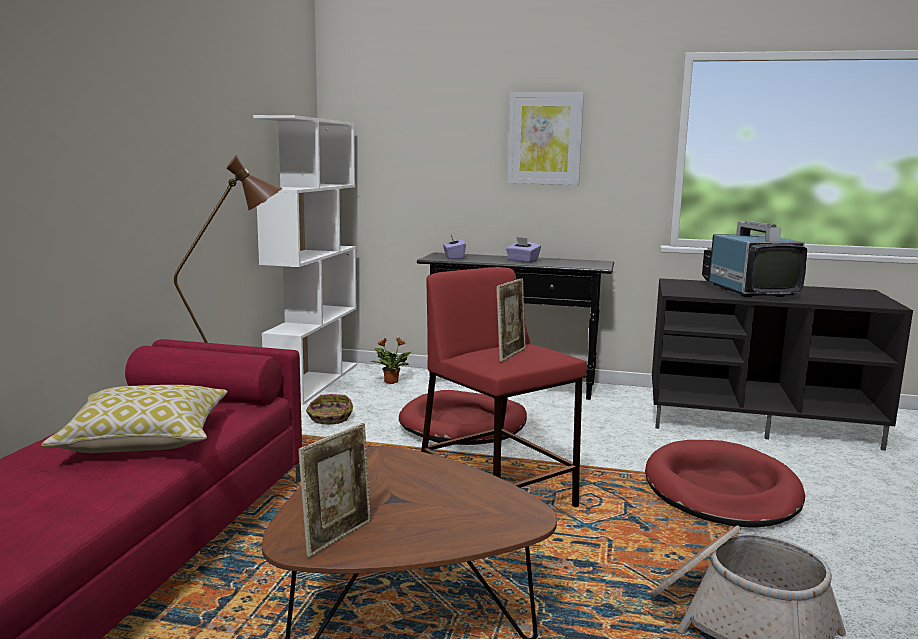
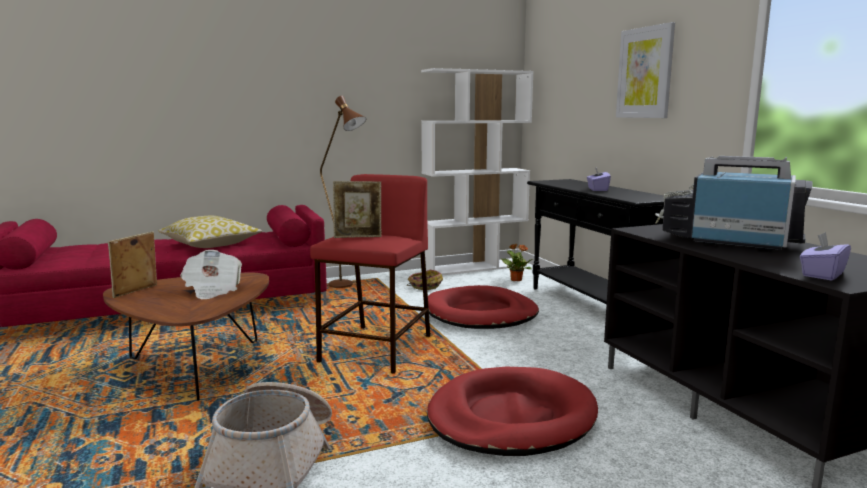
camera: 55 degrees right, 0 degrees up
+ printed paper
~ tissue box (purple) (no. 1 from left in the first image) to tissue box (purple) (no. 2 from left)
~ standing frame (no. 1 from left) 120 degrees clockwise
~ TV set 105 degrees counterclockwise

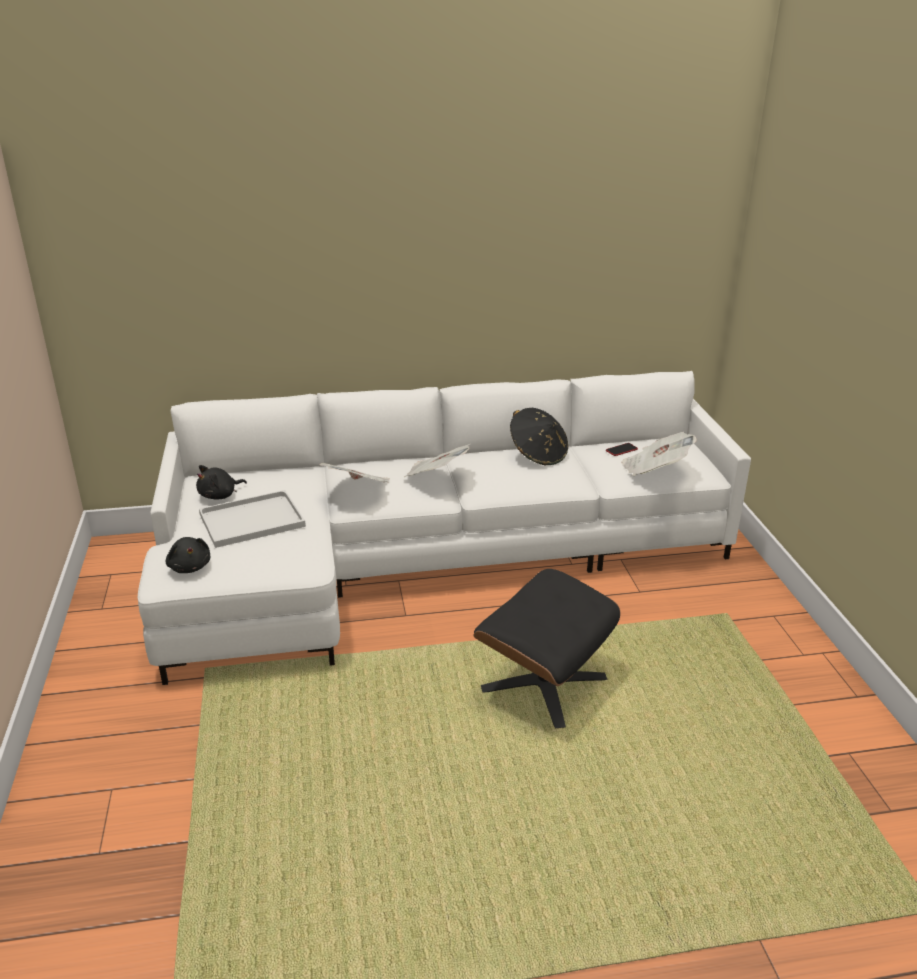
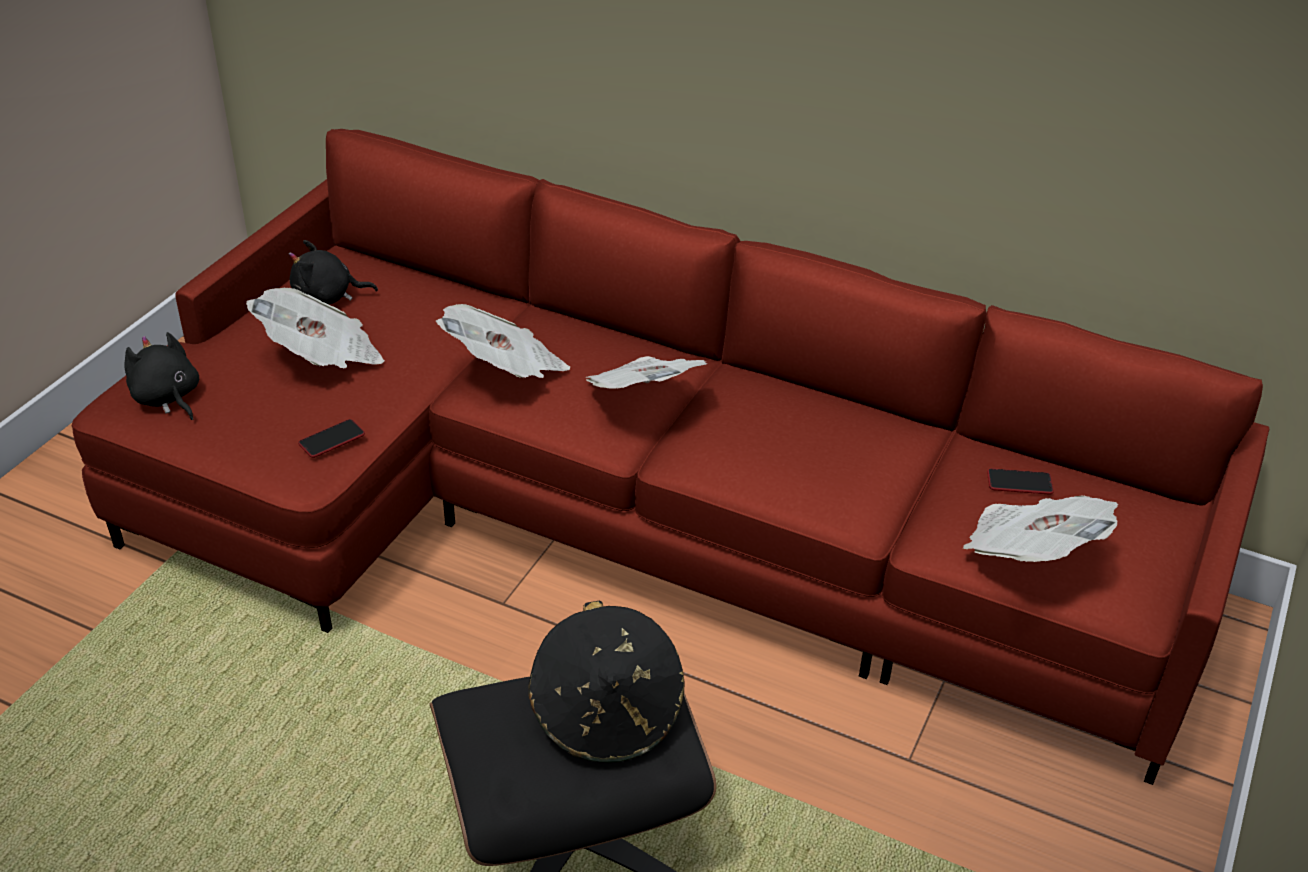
camera: 35 degrees right, 10 degrees up
+ phone (no. 1 from left)
~ clothing hat (black-coloured)
~ tray (whitish) to printed paper (no. 1 from left)
~ sofa (whitish) to sofa (red)
~ plush toy (black-coloured) (no. 1 from left) 135 degrees clockwise

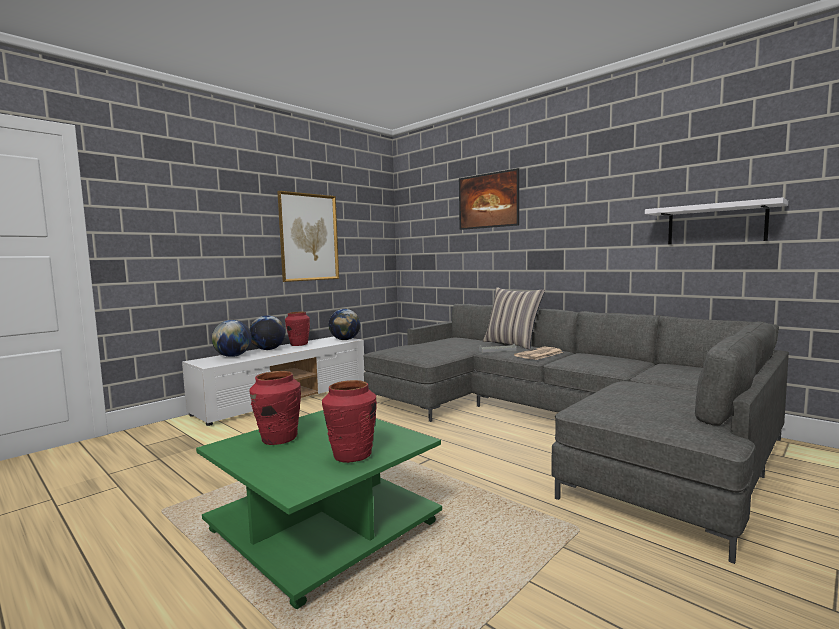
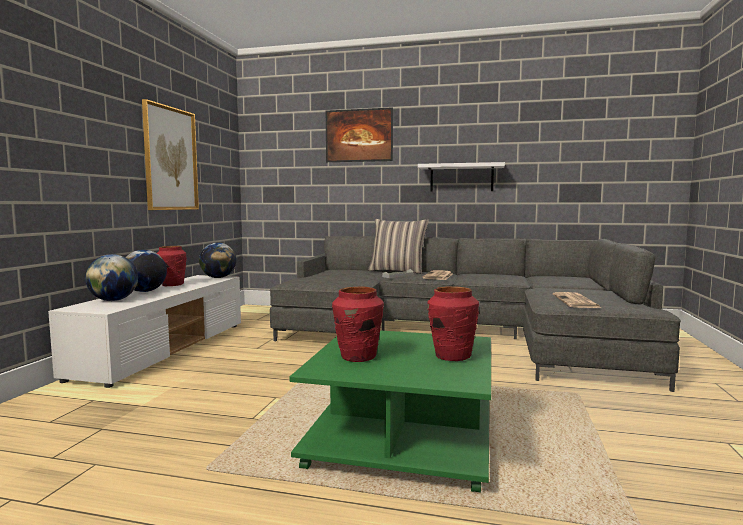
camera: 30 degrees left, 0 degrees up
+ printed paper (no. 2 from left)
~ bracket shelf (whitish)

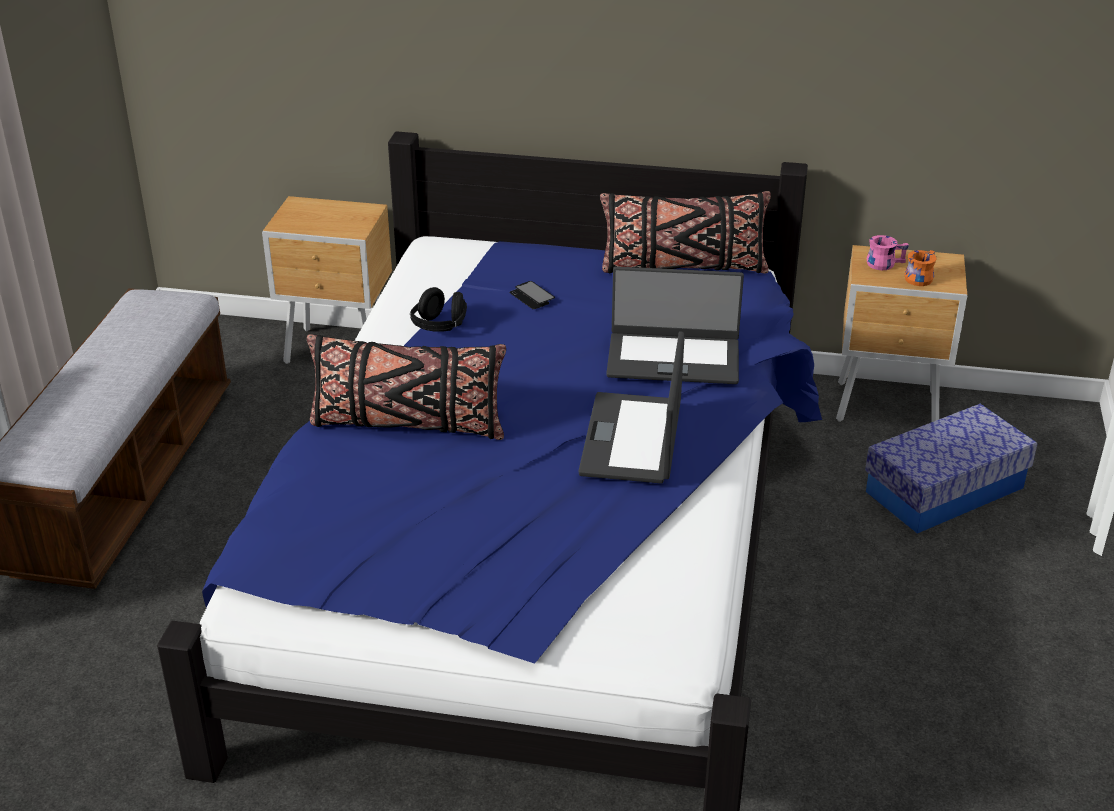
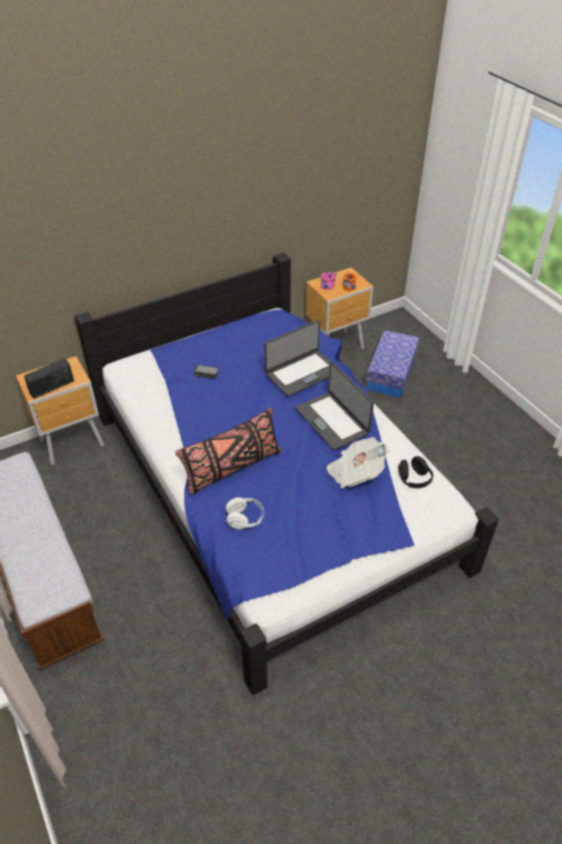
camera: 40 degrees left, 10 degrees up
- throw pillow (black-coloured) (no. 2 from left)
+ radio
+ pair of headphones (whitish)
+ printed paper
~ pair of headphones (black-coloured)

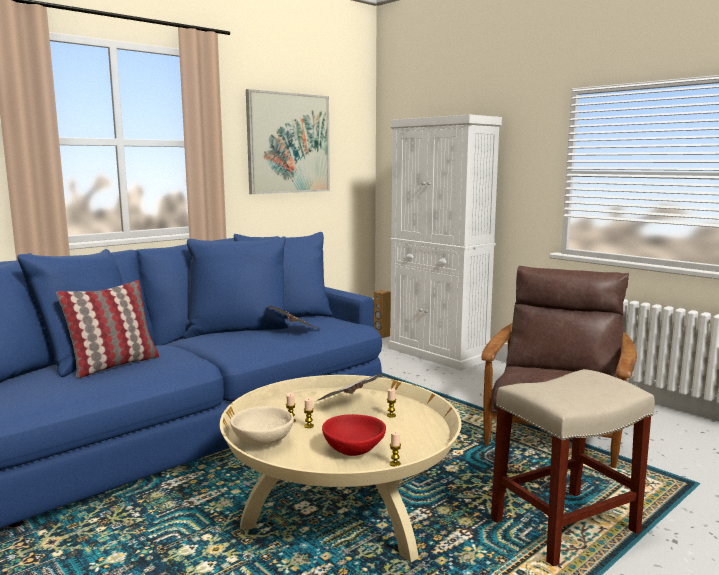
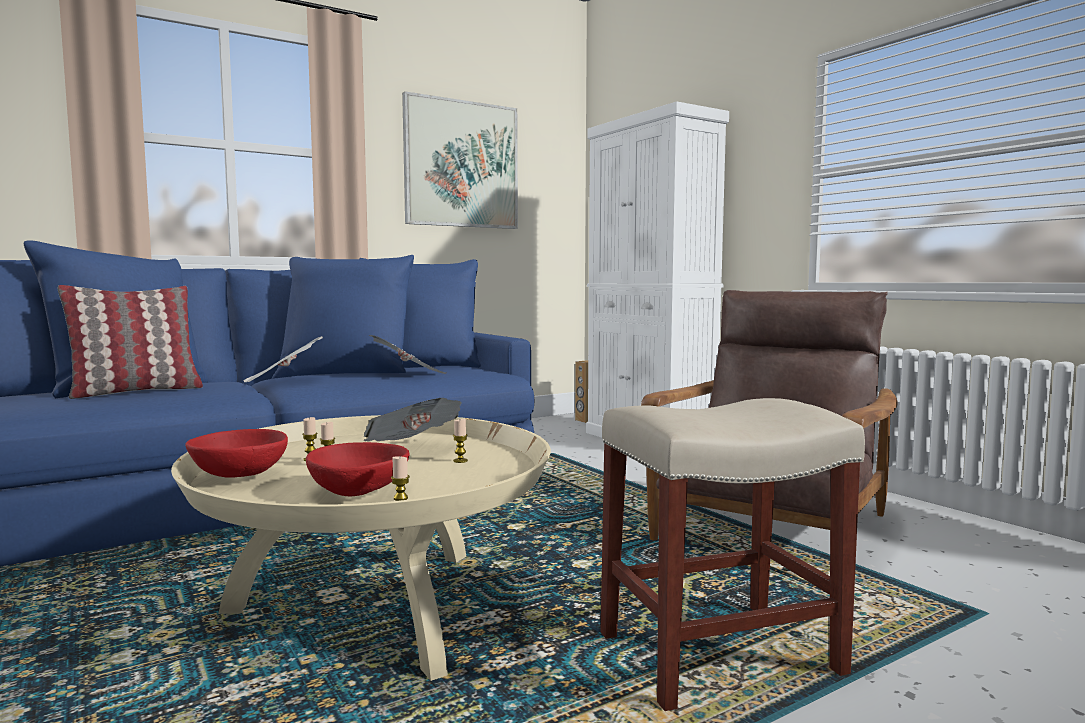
camera: 10 degrees right, 5 degrees down
+ printed paper (no. 1 from left)
~ deep dish (sand-coloured) to deep dish (red) (no. 1 from left)

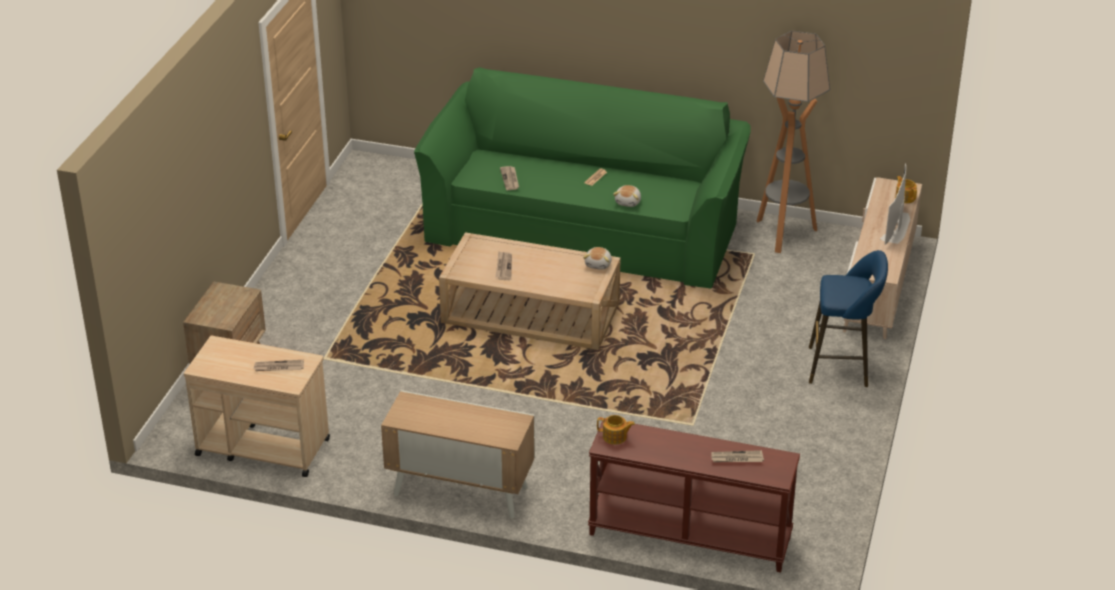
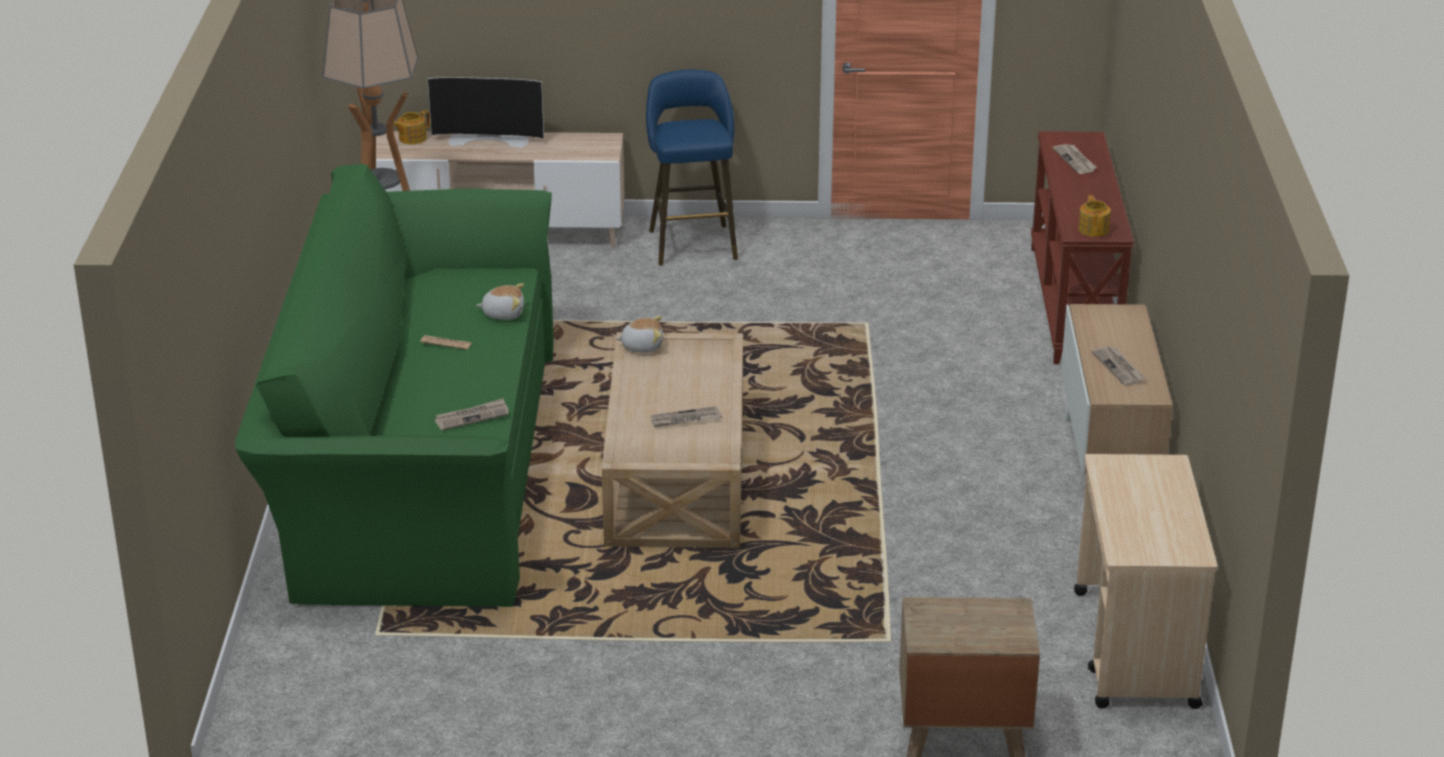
camera: 105 degrees left, 5 degrees down
~ printed paper (no. 1 from left in the first image) to printed paper (no. 5 from left)

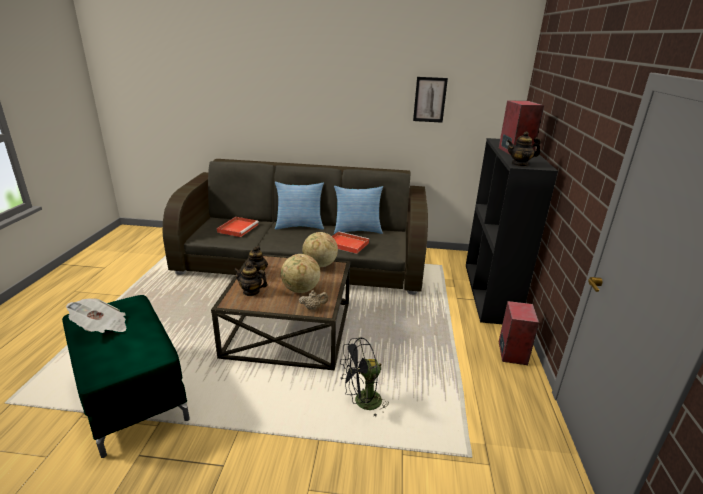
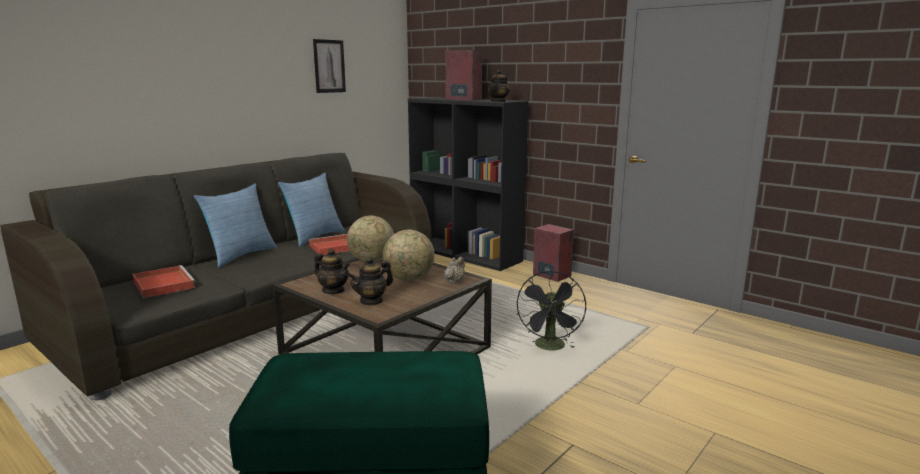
camera: 55 degrees left, 10 degrees down
- printed paper

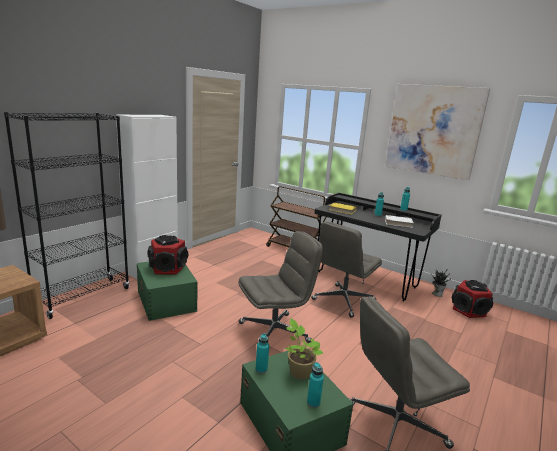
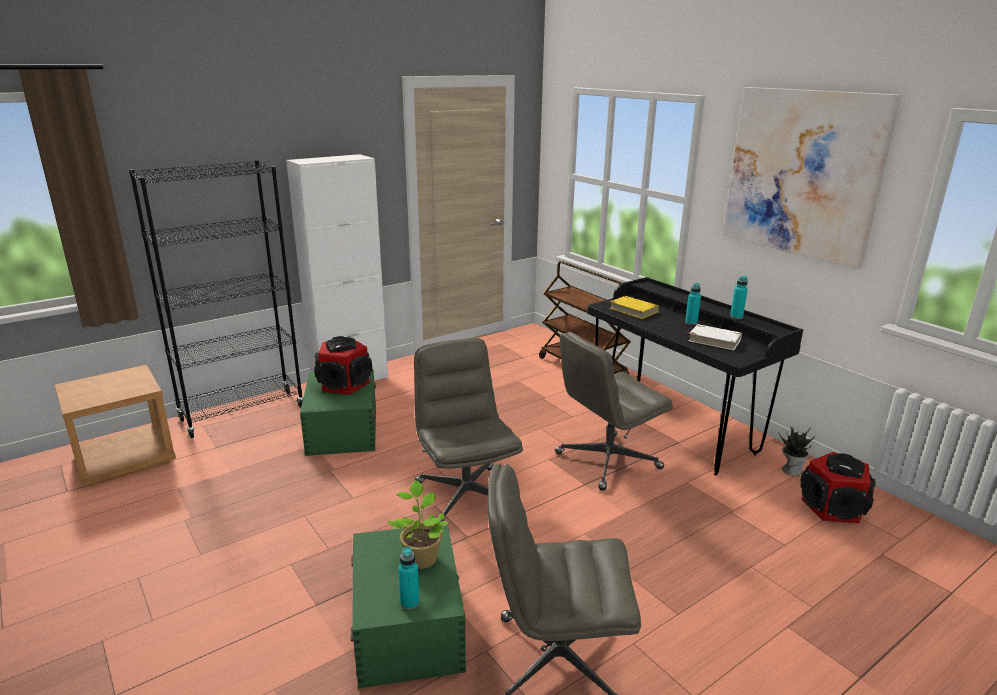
camera: 20 degrees right, 5 degrees up
- bottle (blue-green) (no. 1 from left)
~ computer chair (grey) (no. 1 from left) 105 degrees counterclockwise

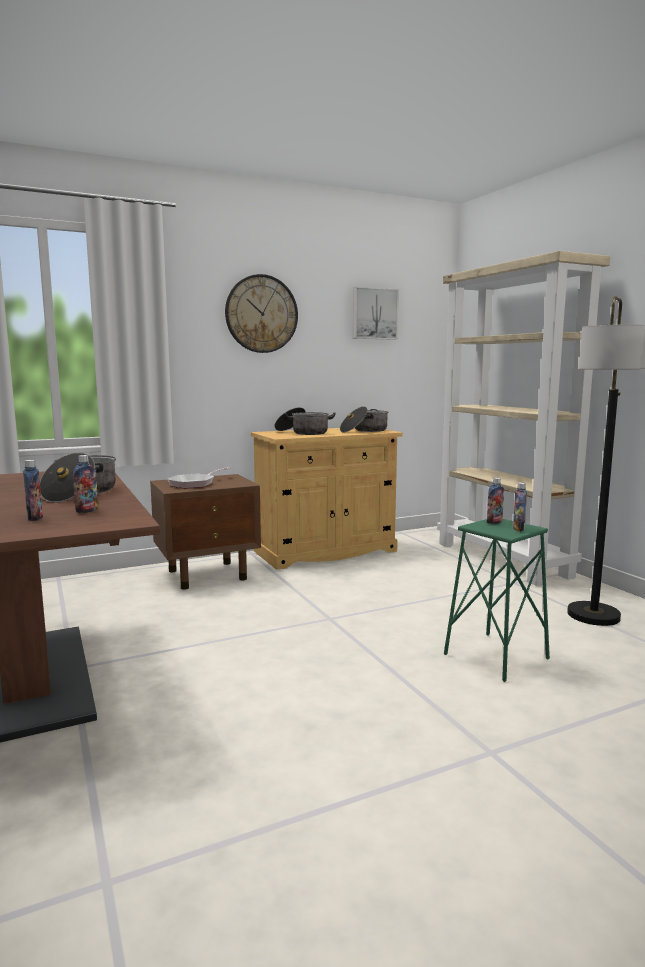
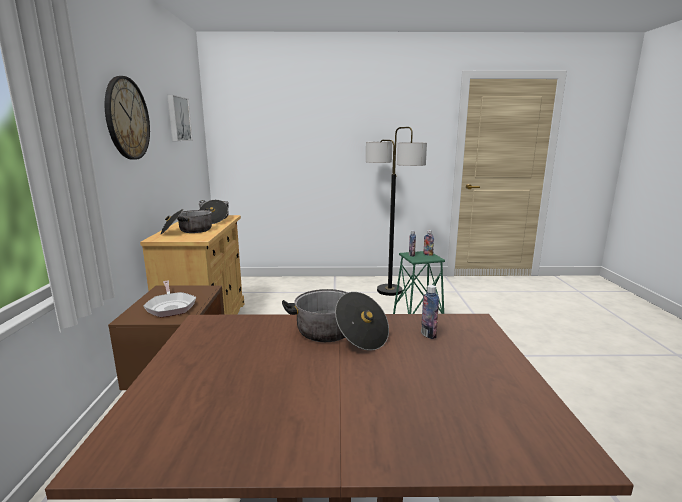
camera: 65 degrees left, 5 degrees up
- bottle (no. 1 from left)
- bookshelf (sand-coloured)

